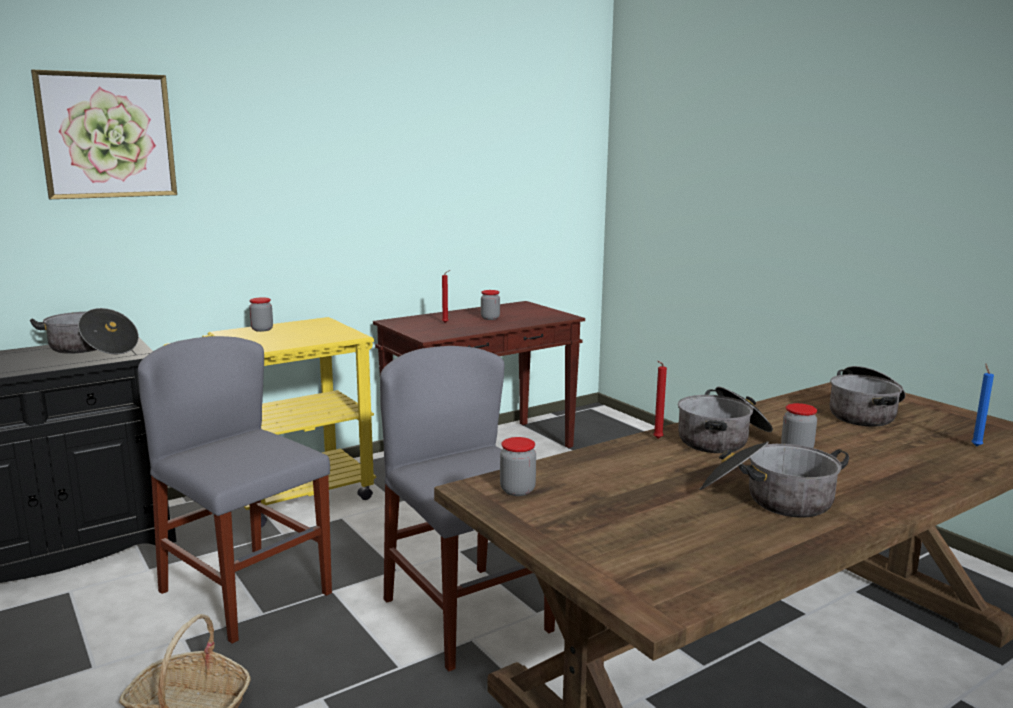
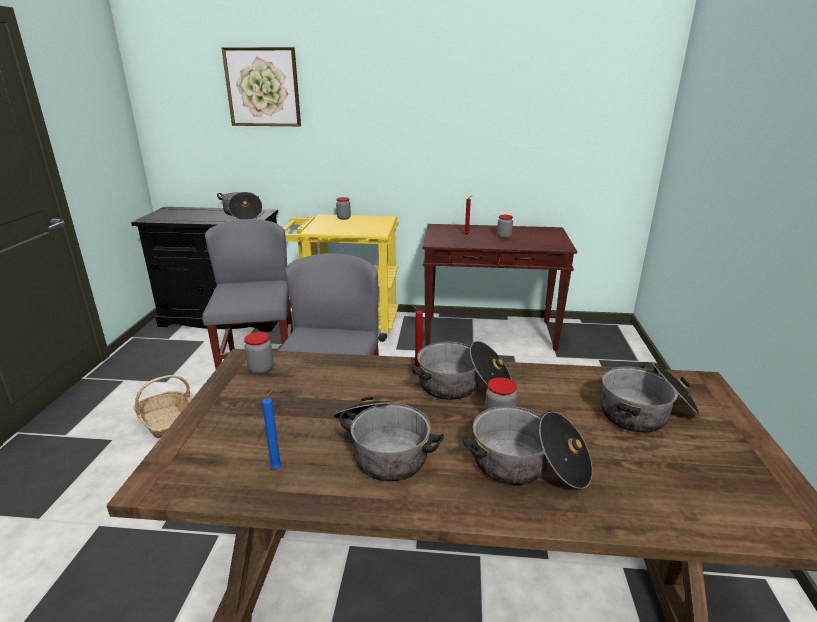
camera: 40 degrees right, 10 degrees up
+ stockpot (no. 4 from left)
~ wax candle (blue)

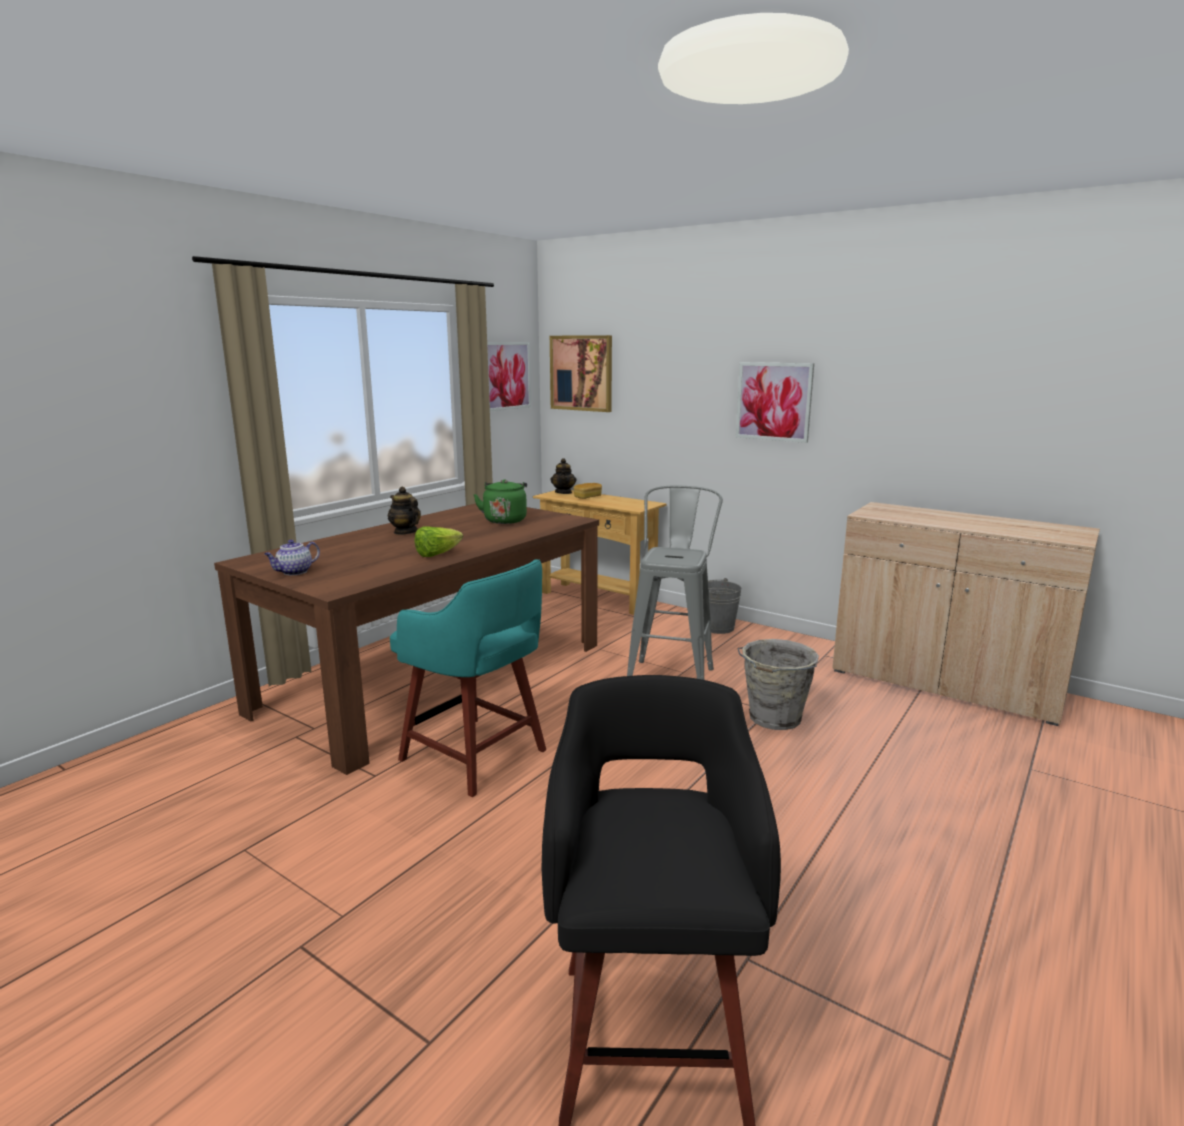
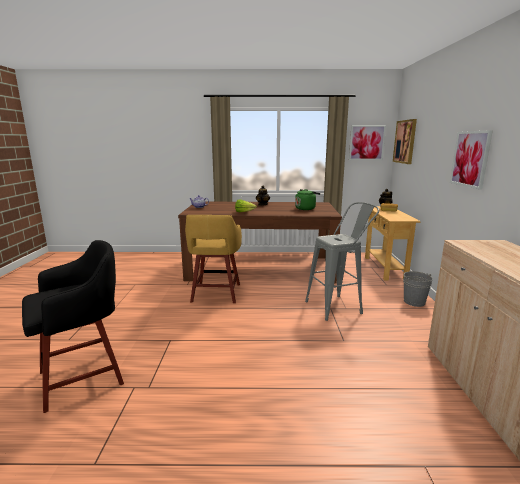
camera: 55 degrees right, 0 degrees up
- pail (grey) (no. 2 from left)
~ sitting stool (blue-green) to sitting stool (yellow)

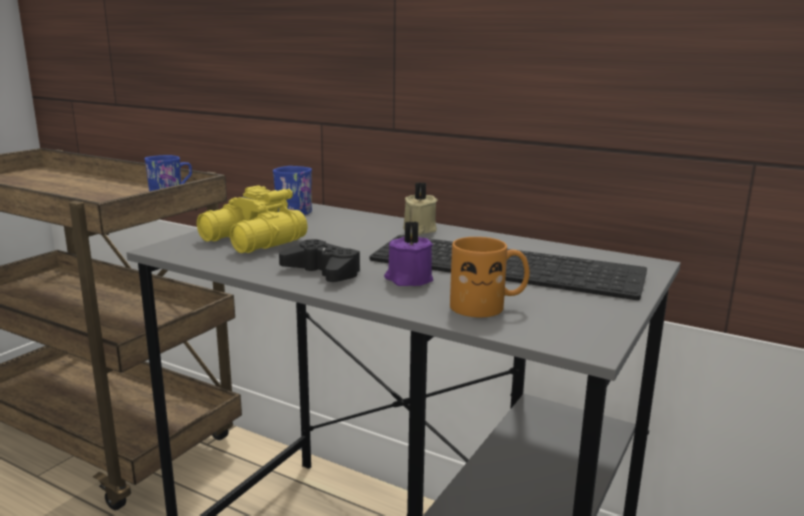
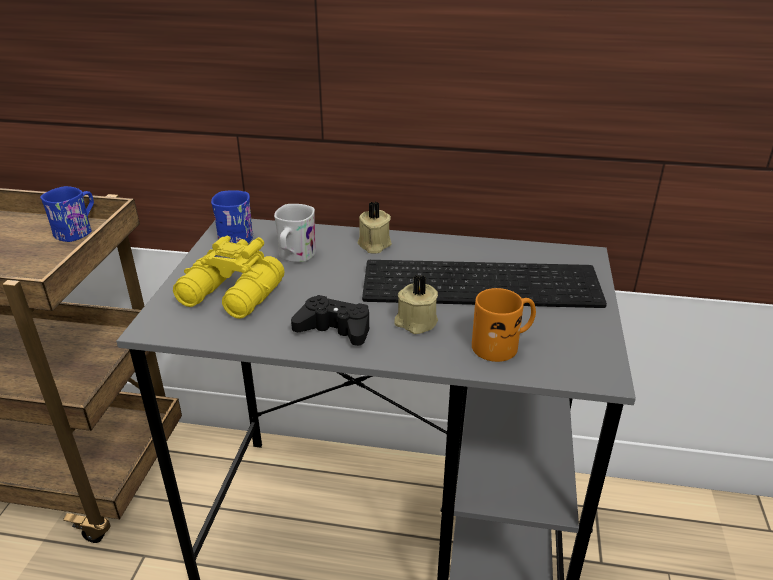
camera: 20 degrees left, 15 degrees up
+ mug (whitish)
~ wax candle (purple) to wax candle (sand-coloured) (no. 2 from left)

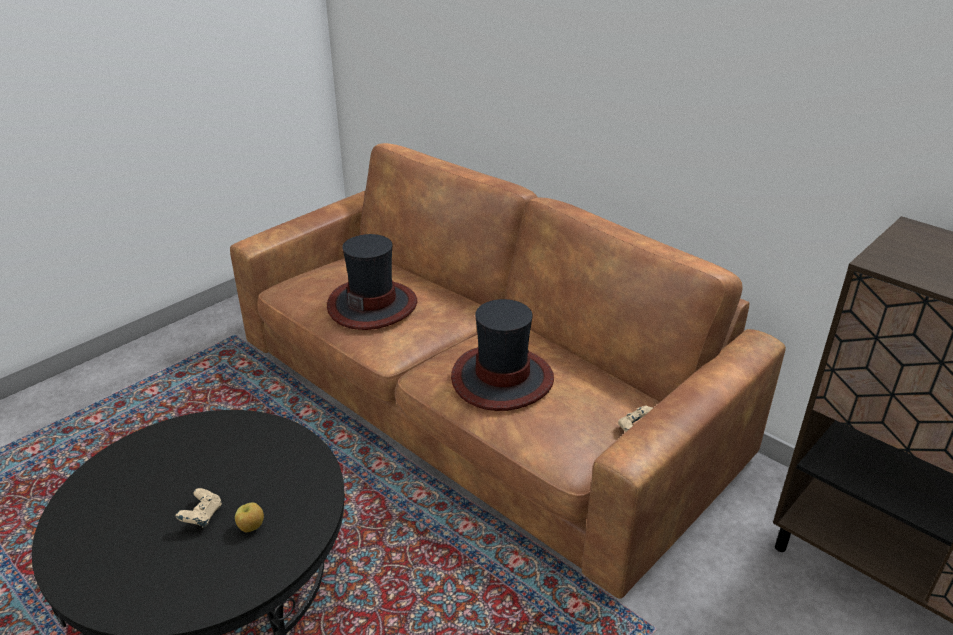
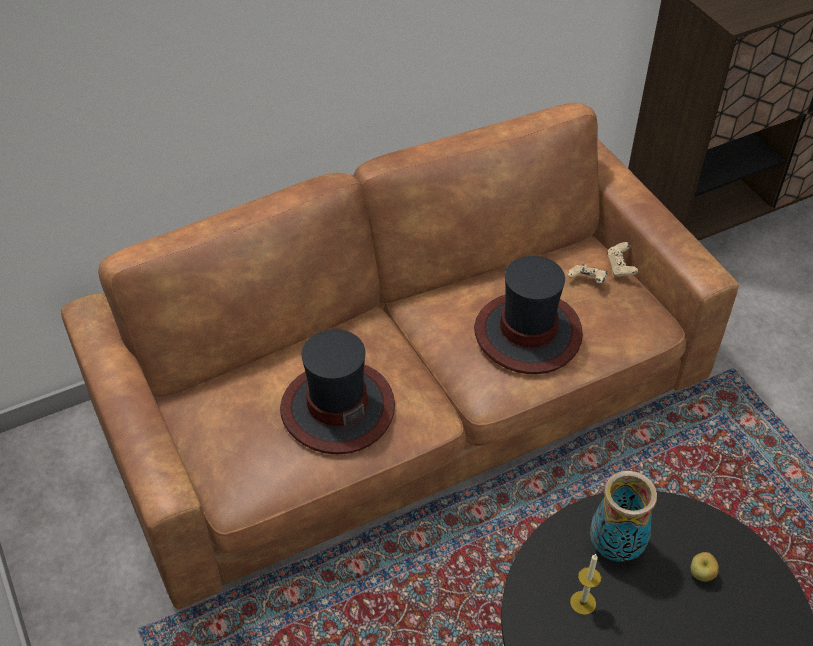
camera: 70 degrees left, 15 degrees up
+ wax candle
+ vase
~ joypad (sand-coloured) (no. 1 from left)

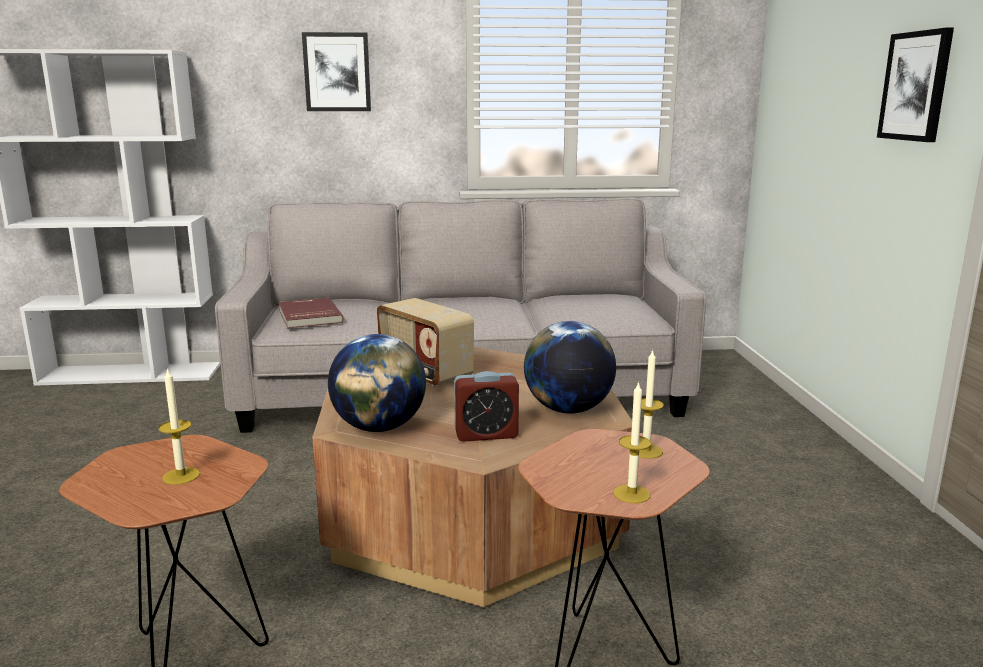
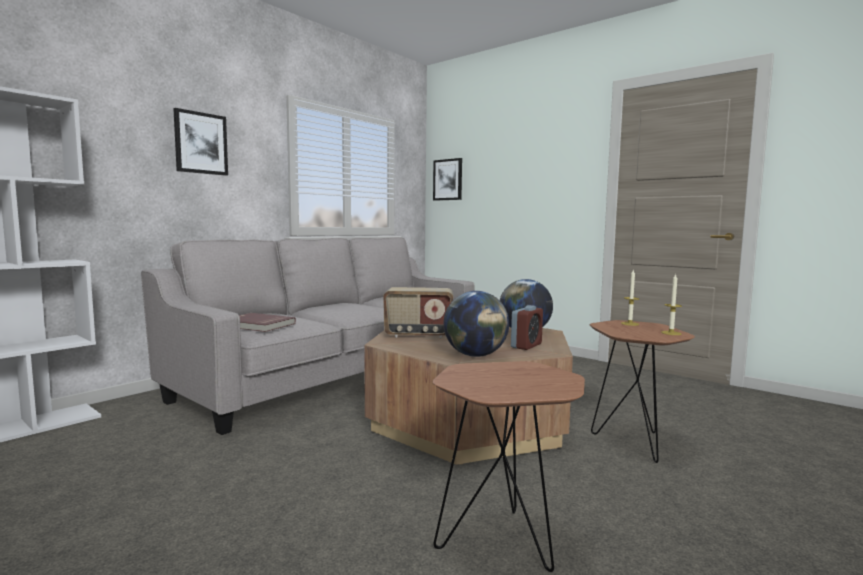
camera: 45 degrees left, 10 degrees down
- wax candle (no. 1 from left)
~ picture (no. 2 from left)

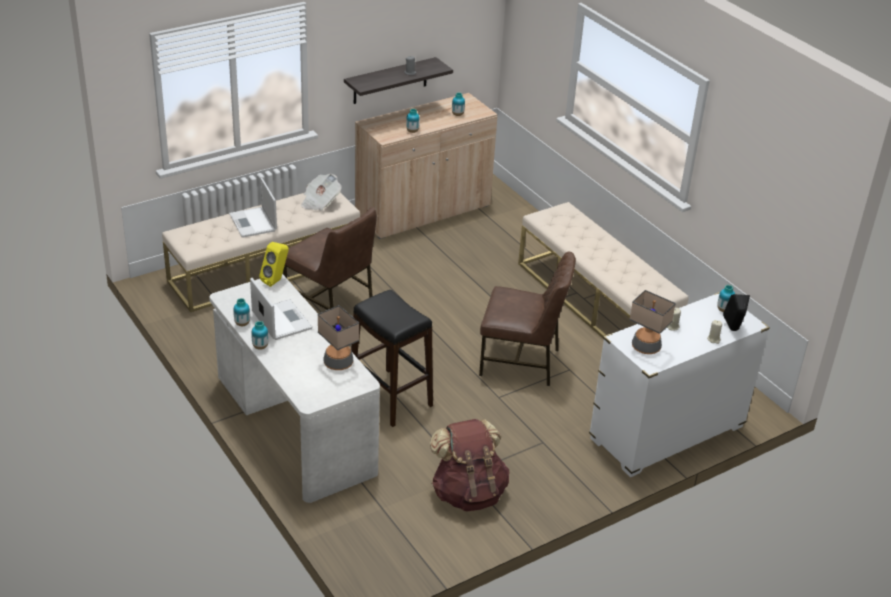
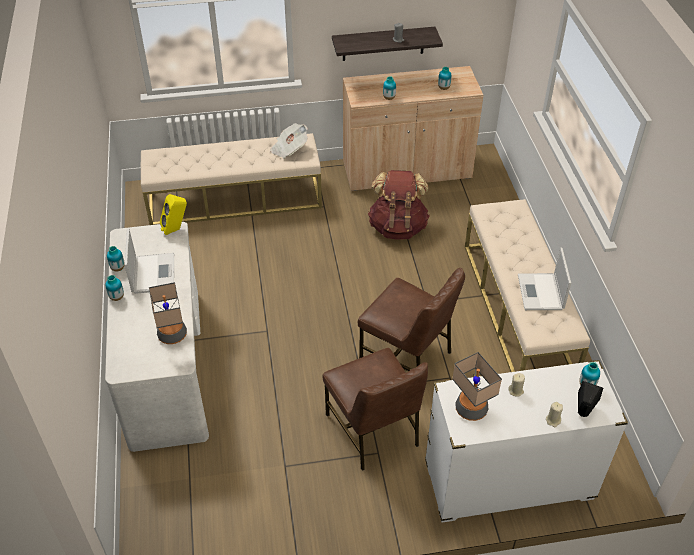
camera: 25 degrees right, 10 degrees up
- sitting stool (black-coloured)
~ notebook computer (no. 1 from left in the first image) to notebook computer (no. 2 from left)
~ upright chair (brown-coloured) (no. 1 from left)
~ knapsack (brown-coloured)

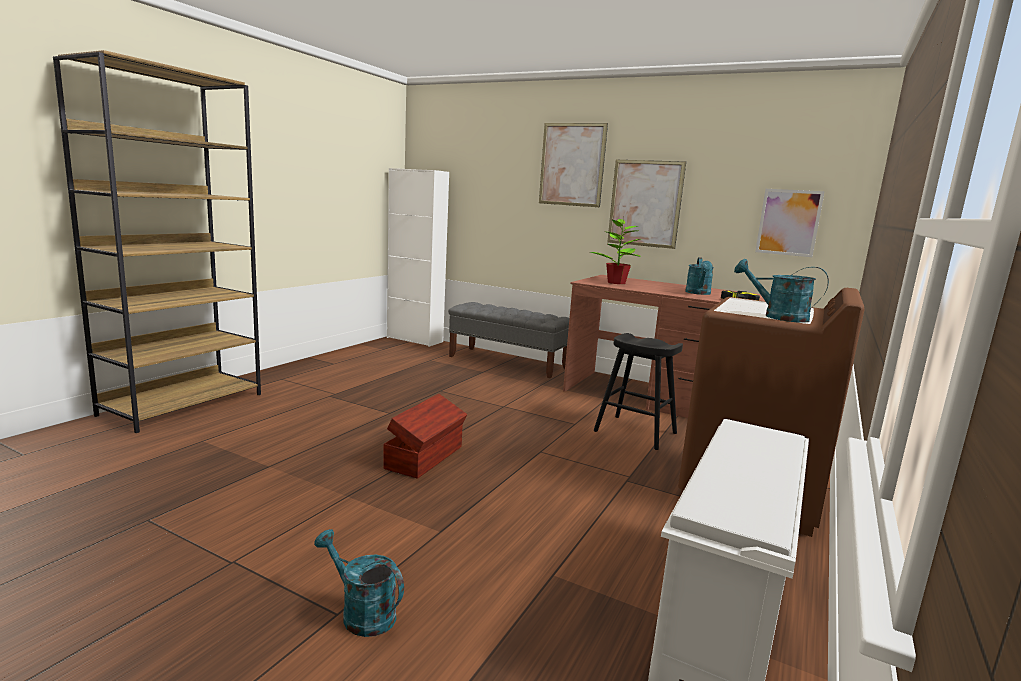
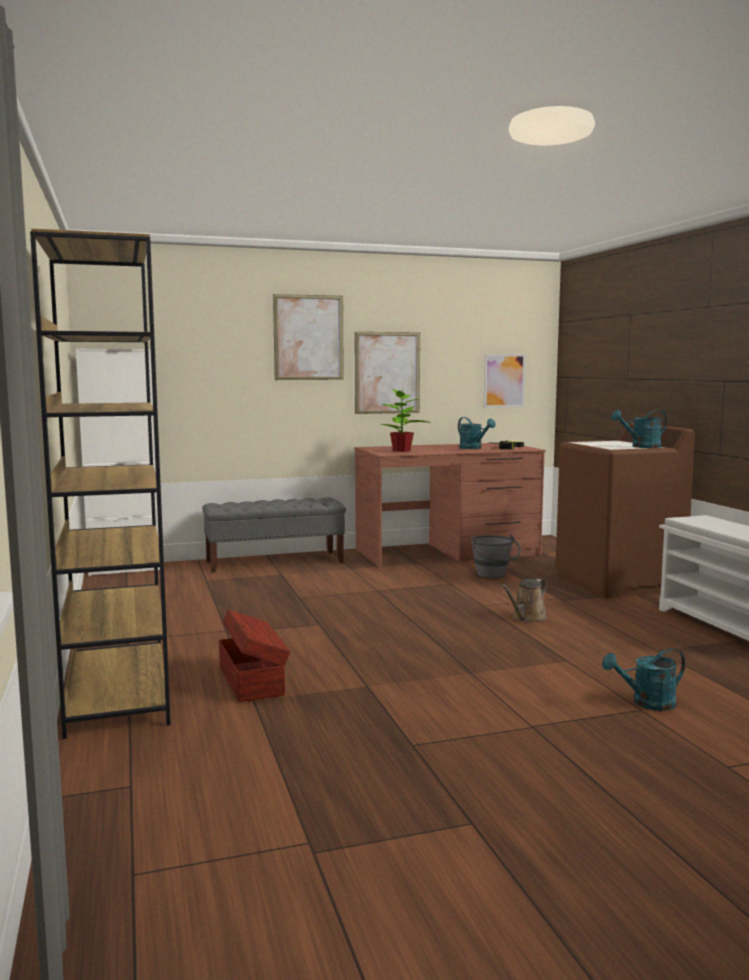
camera: 45 degrees left, 5 degrees down
+ watering pot (brown-coloured)
~ storage box (brown-coloured)
~ sitting stool (black-coloured) to pail (grey)

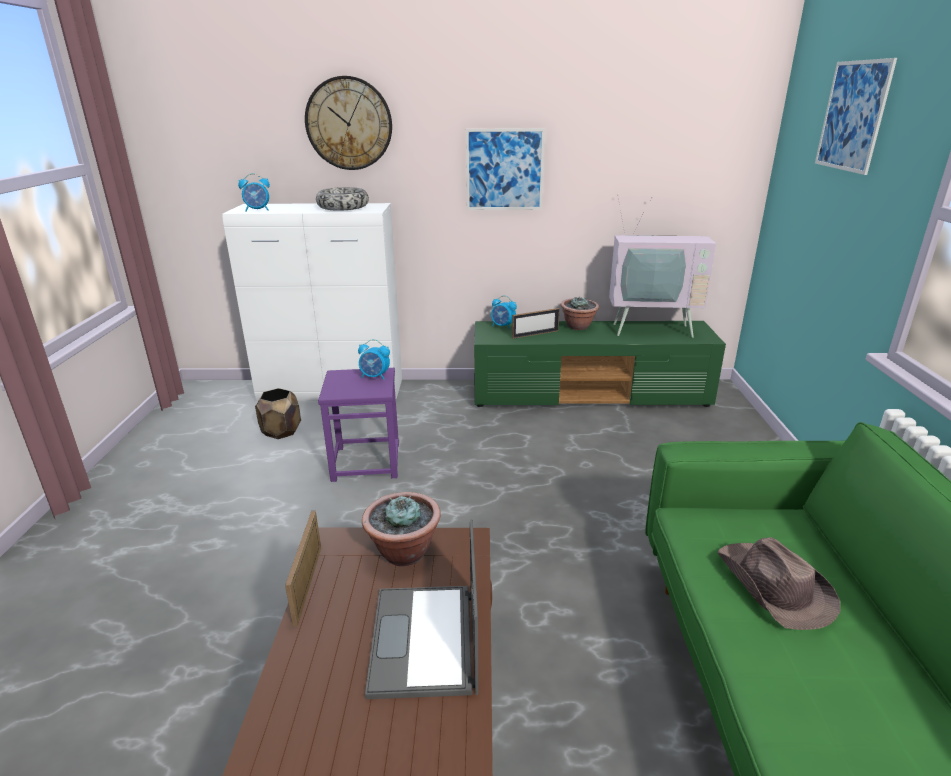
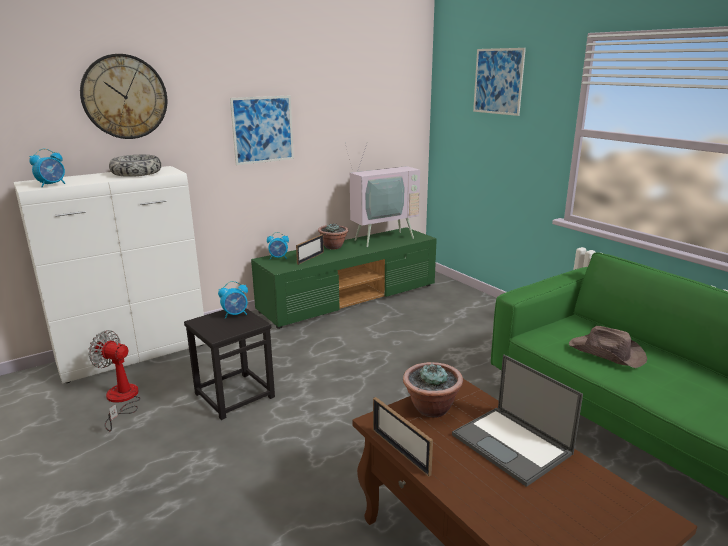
camera: 35 degrees left, 5 degrees down
~ plant pot (brown-coloured) to electric fan
~ sitting stool (purple) to sitting stool (black-coloured)

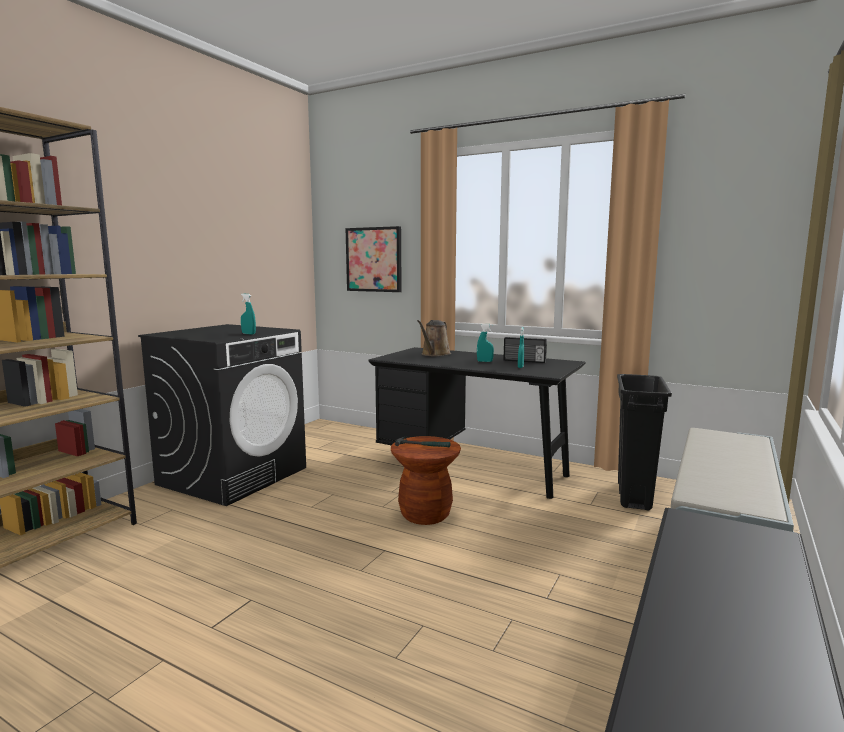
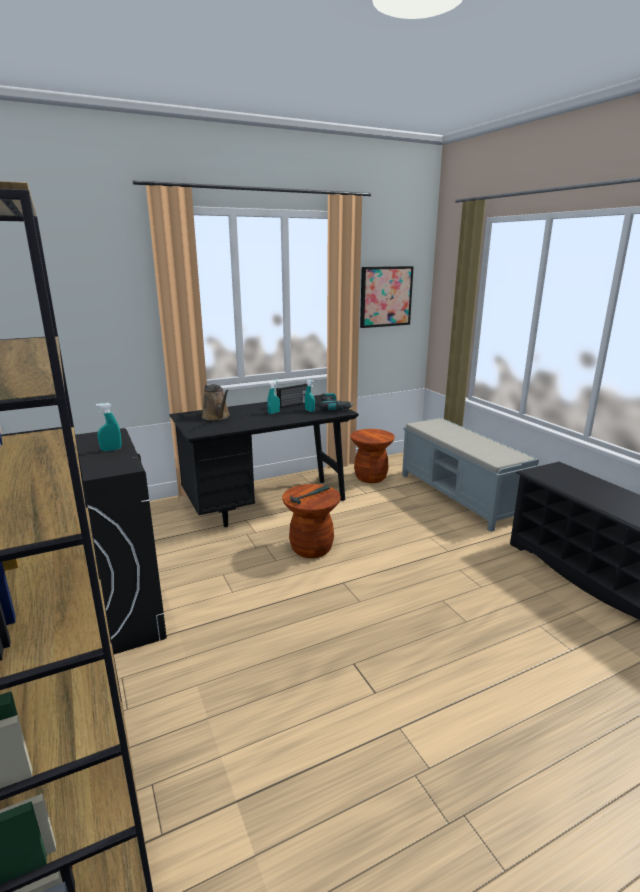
camera: 55 degrees left, 10 degrees up
+ power drill
~ picture
~ trash can (black-coloured) to sitting stool (brown-coloured) (no. 2 from left)

